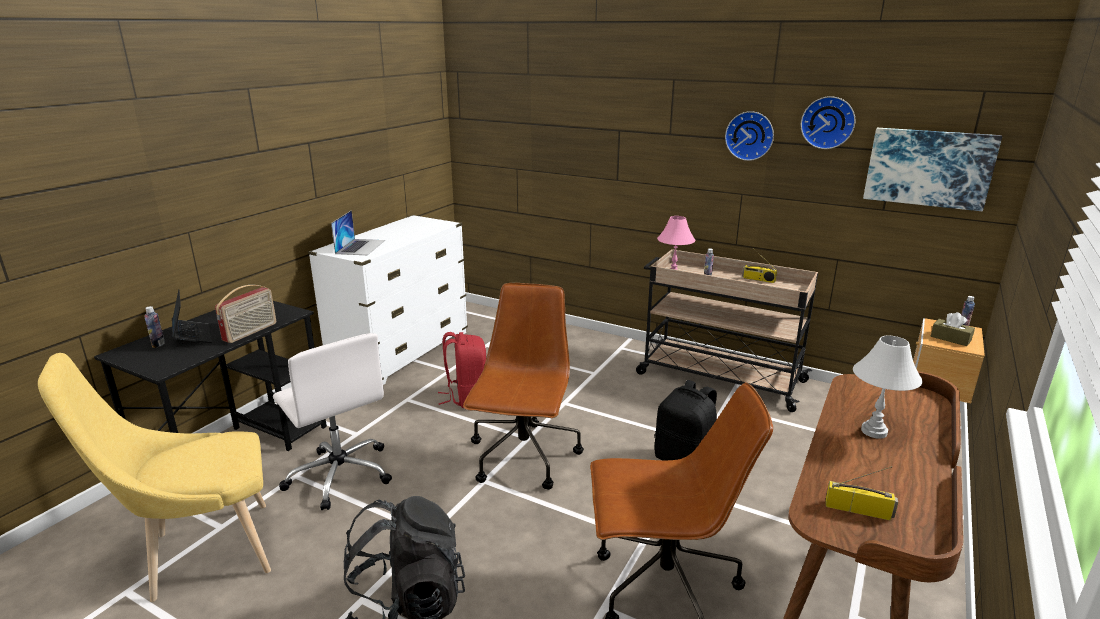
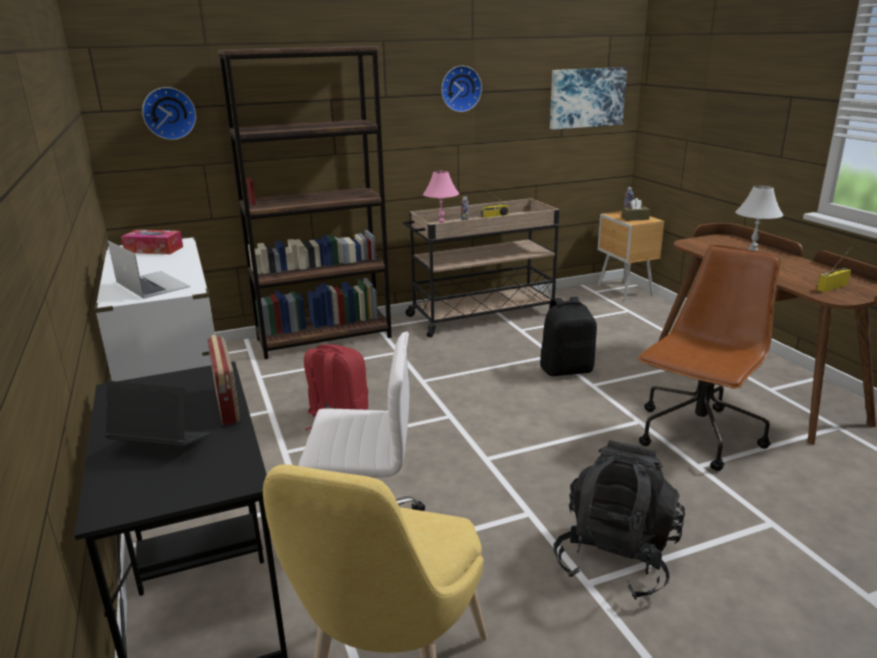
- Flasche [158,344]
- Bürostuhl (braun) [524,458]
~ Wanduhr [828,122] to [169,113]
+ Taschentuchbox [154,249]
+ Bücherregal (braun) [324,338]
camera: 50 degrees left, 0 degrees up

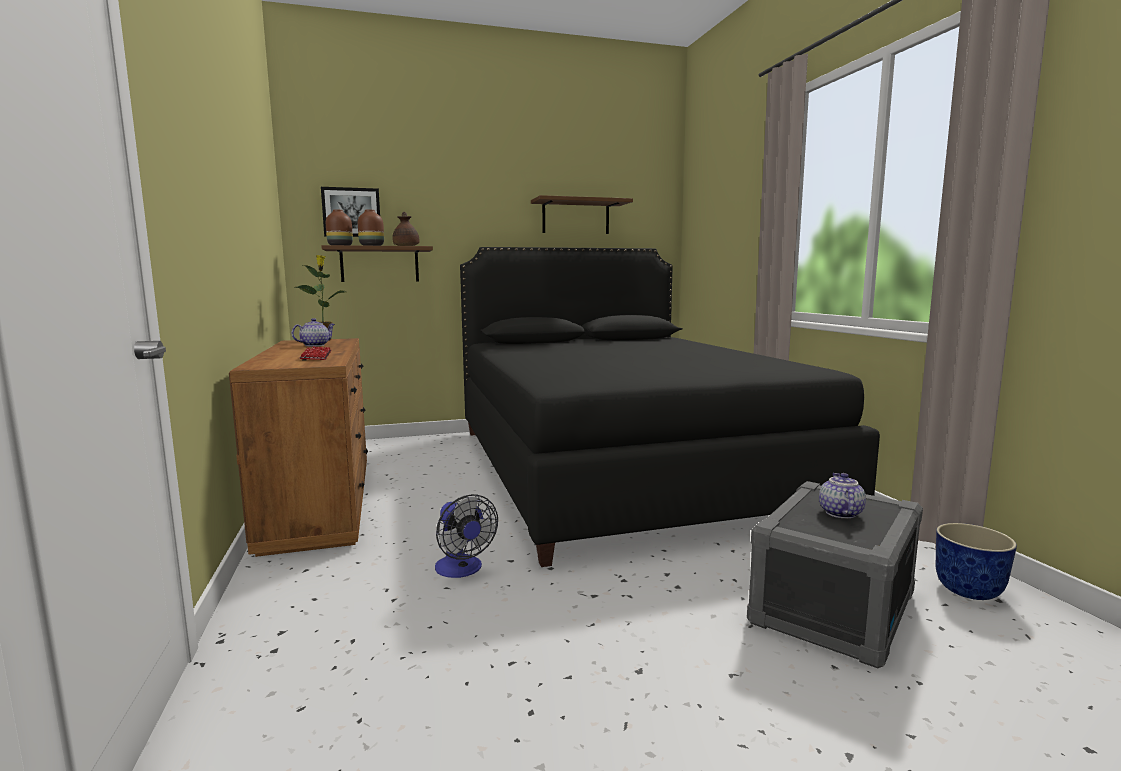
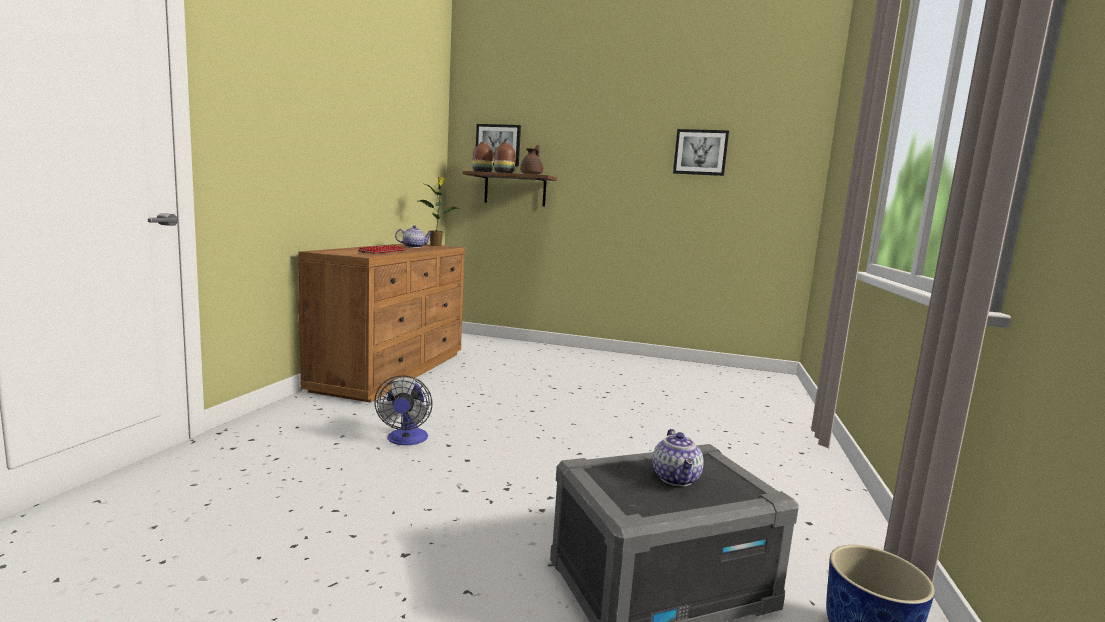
- Bett (schwarz) [621,468]
~ Wandregal (braun) [576,217] to Bild [700,152]
~ Teekanne [839,513] = [677,479] 135 degrees clockwise
camera: 30 degrees right, 0 degrees up

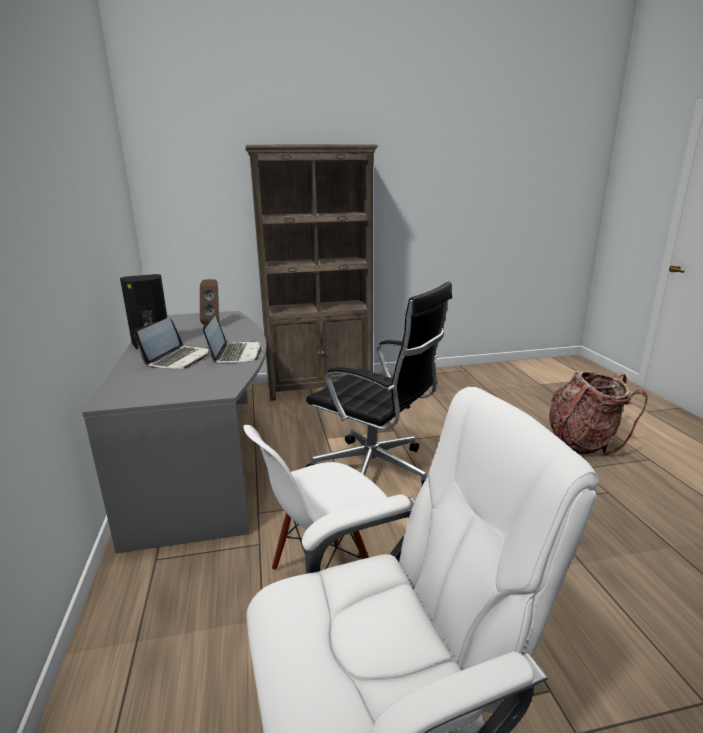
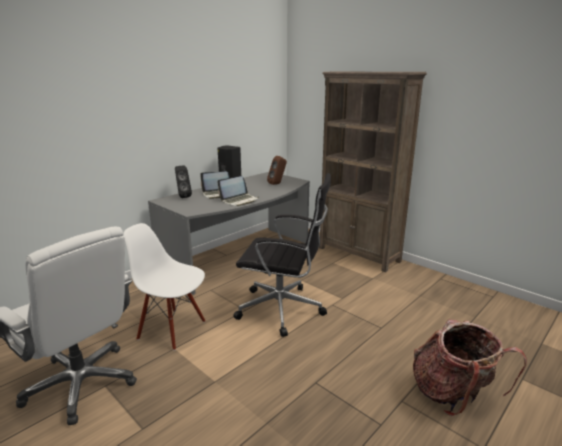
~ Bürostuhl (schwarz) [376,473] = [283,309] 75 degrees counterclockwise
+ Lautsprecher (schwarz) [183,196]
camera: 55 degrees right, 0 degrees up

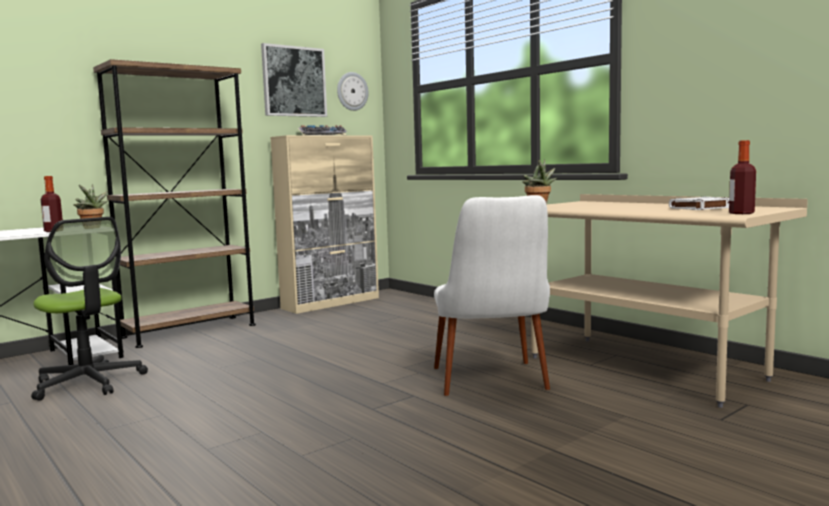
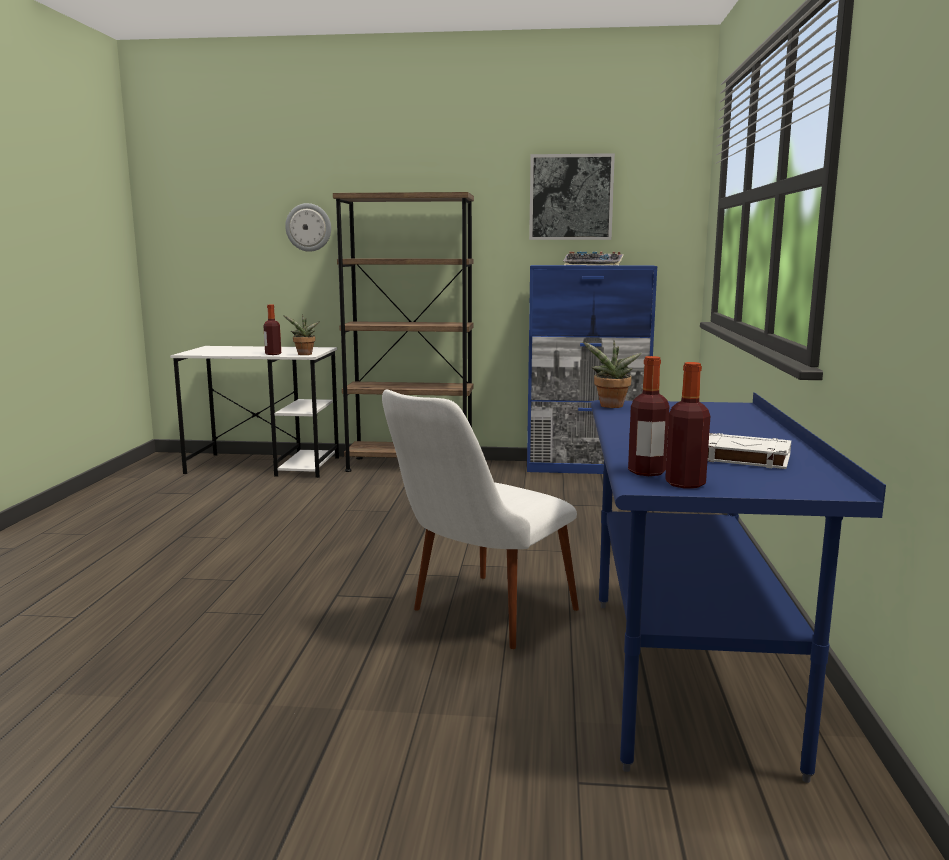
- Bürostuhl [88,383]
~ Schrank (beige) [331,303] to Schrank (blau) [586,468]
~ Wanduhr [352,91] to [308,227]
~ Schreibtisch (beige) [643,368] to Schreibtisch (blau) [686,677]
+ Flasche [646,472]
camera: 45 degrees right, 5 degrees up

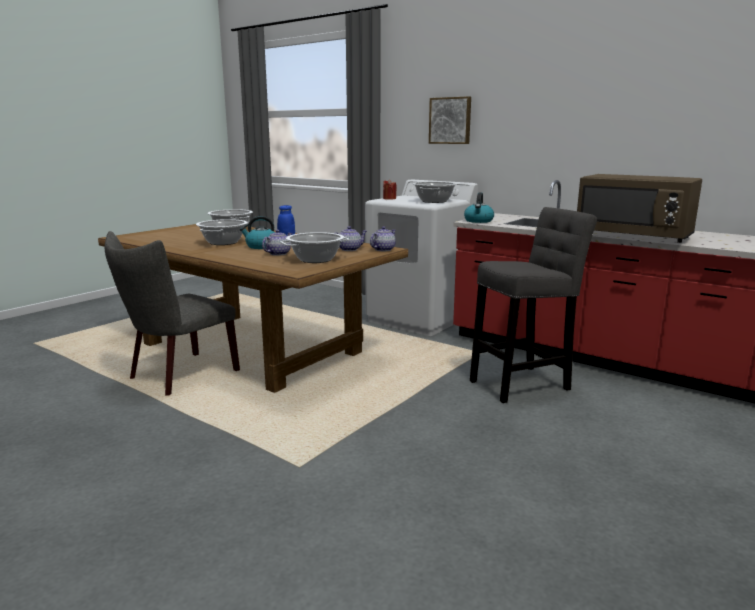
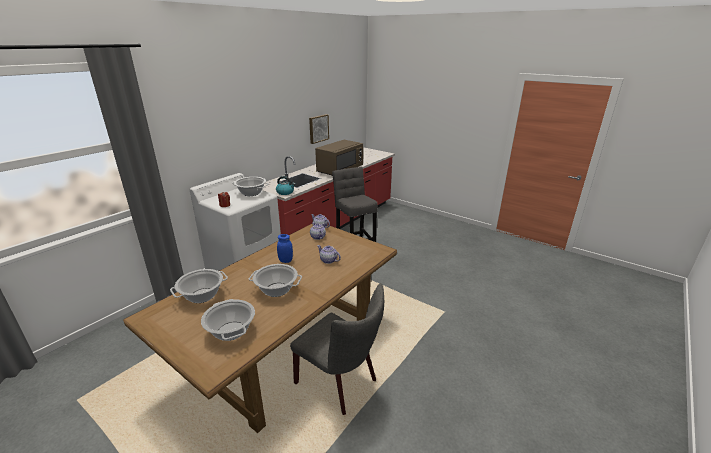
- Wasserkessel [261,246]
~ Kochtopf [315,260] to [231,331]
~ Bild [450,120] to [318,128]
camera: 90 degrees left, 10 degrees up

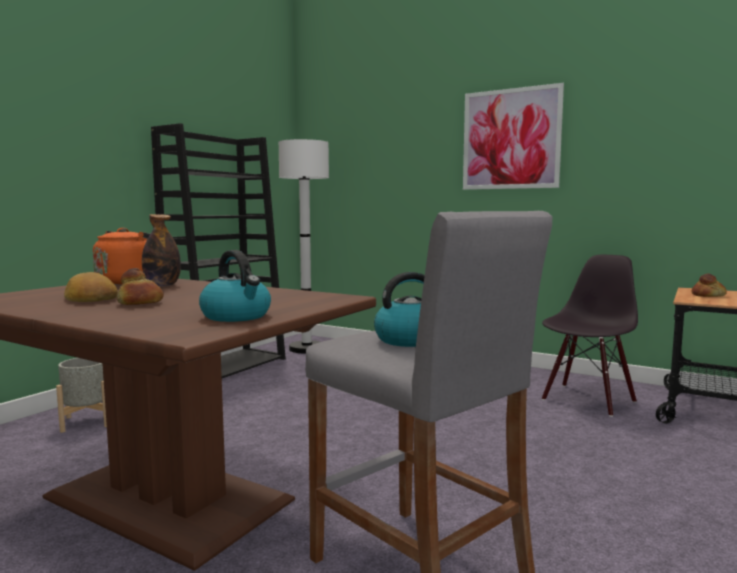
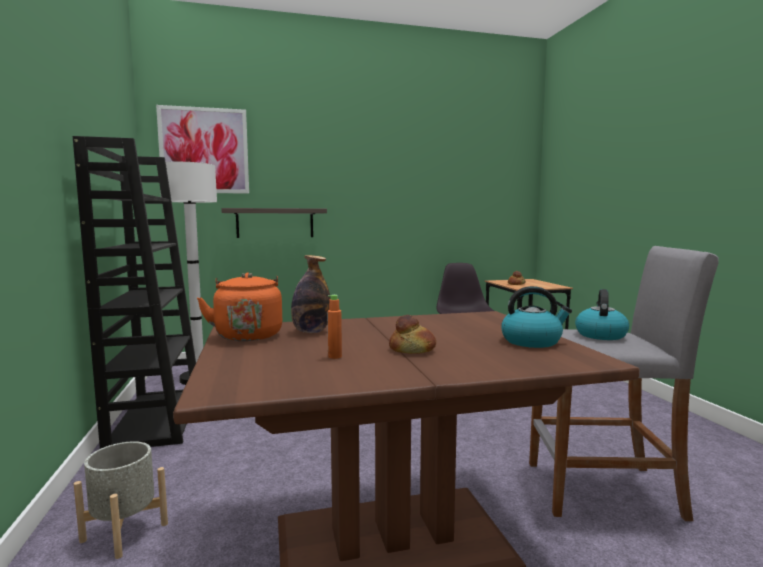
~ Brot [90,297] to Flasche (orange) [335,356]
~ Bild [511,139] to [204,150]
+ Wandregal [275,223]
camera: 45 degrees left, 0 degrees up

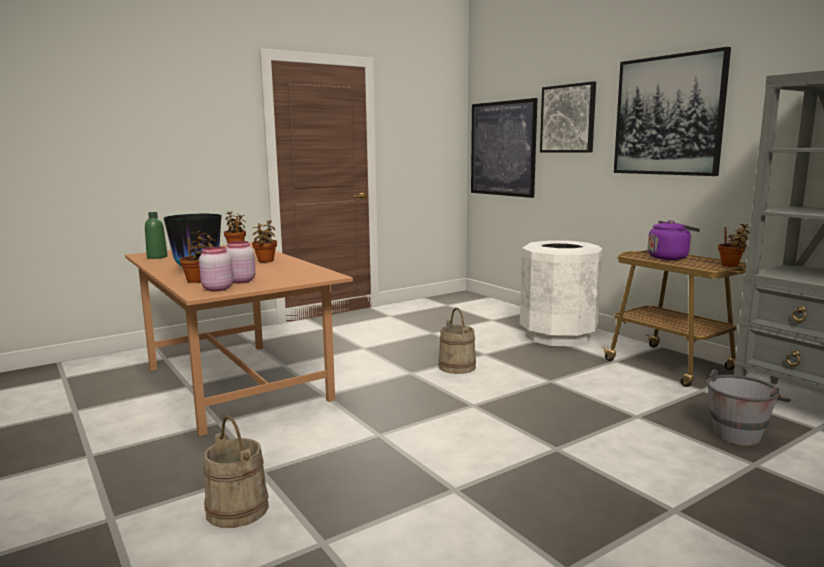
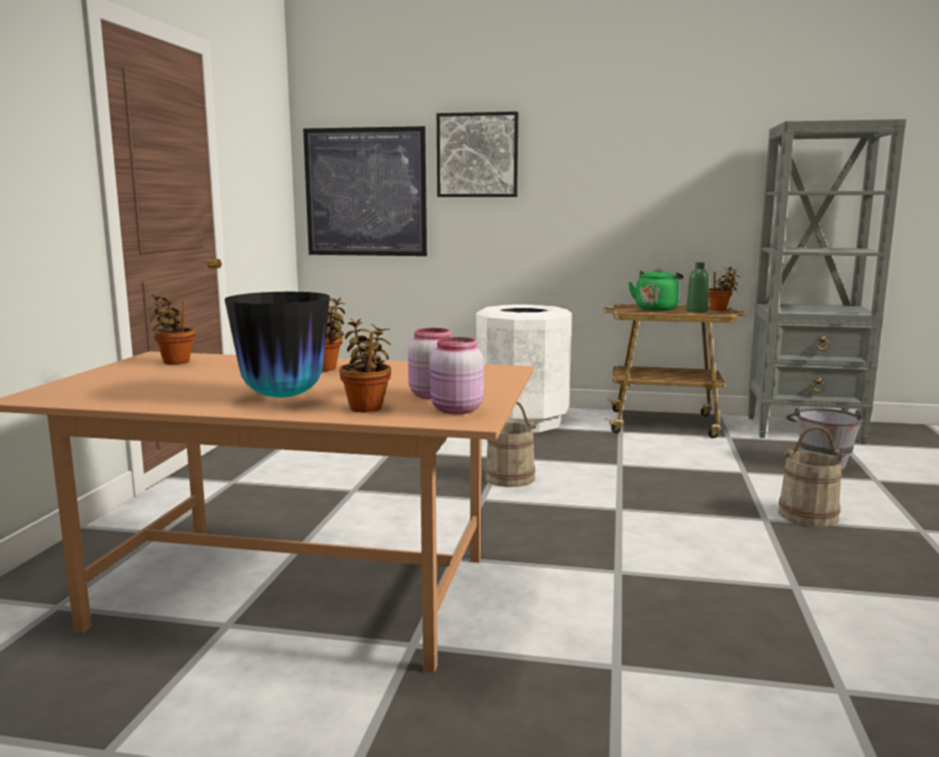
~ Flasche (grün) [157,257] to [697,311]
~ Eimer (beige) [236,509] to [808,515]
- Bild [668,116]
~ Wasserkessel (lila) [669,257] to Wasserkessel (grün) [656,309]
camera: 45 degrees left, 0 degrees up

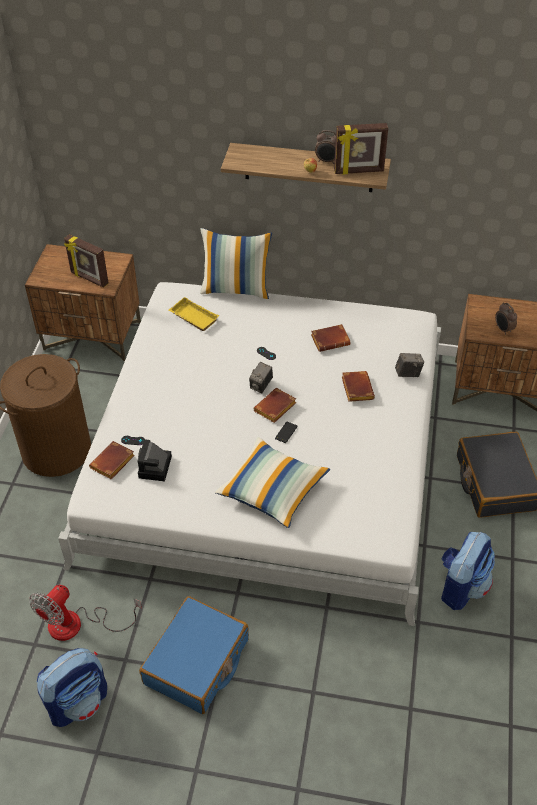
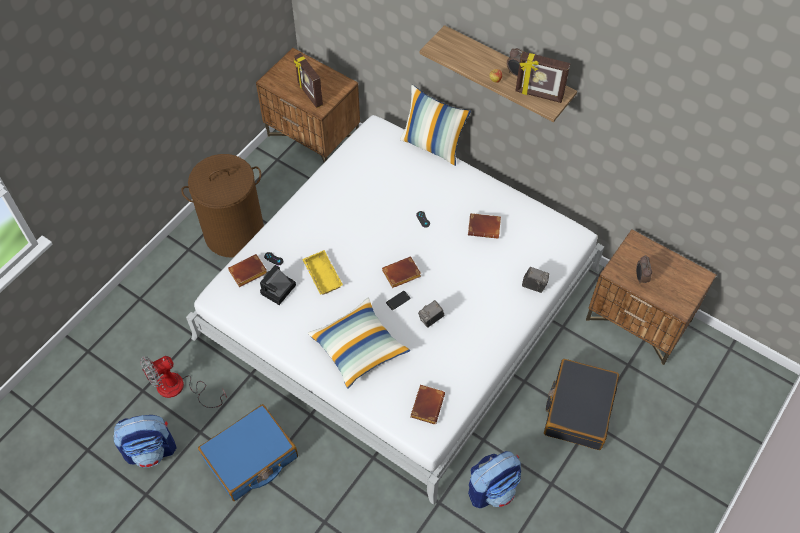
~ Tablett (gelb) [192,318] to [321,275]
~ Kamera [261,386] to [431,319]
~ Buch (braun) [356,388] to [426,404]
camera: 25 degrees right, 10 degrees up

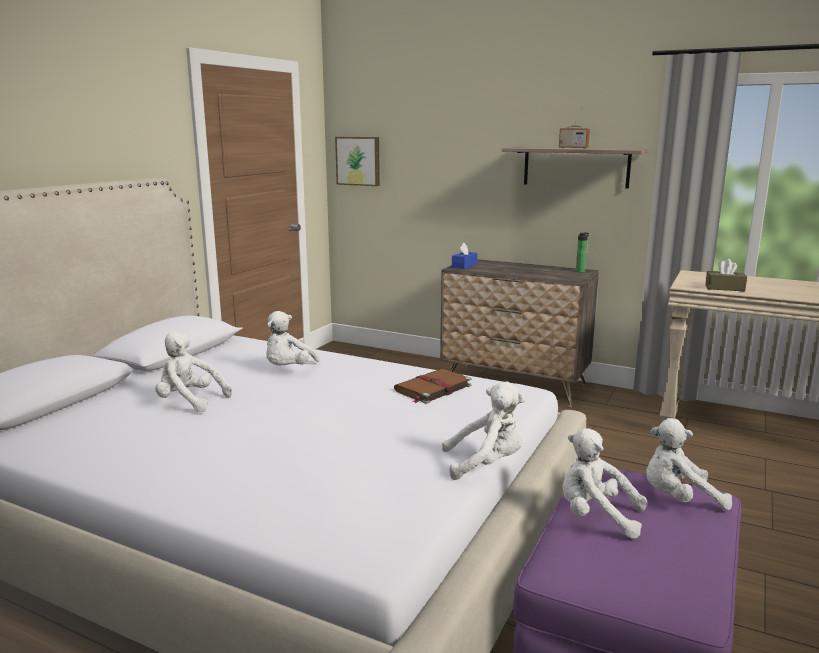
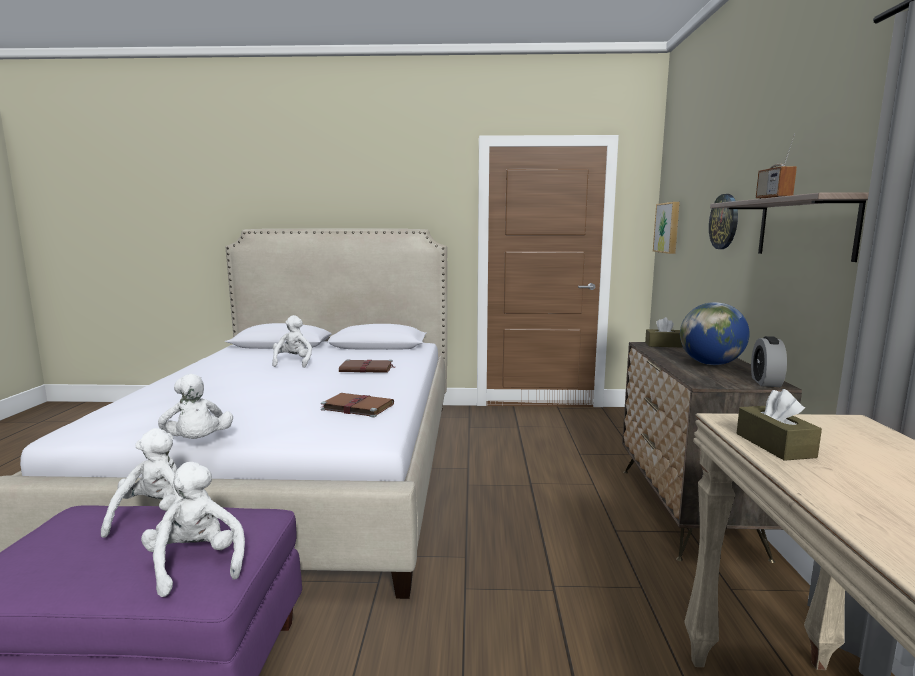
~ Plüschtier (weiß) [288,369] to Buch (braun) [367,369]
~ Taschentuchbox (blau) [464,266] to Taschentuchbox (braun) [663,345]
~ Flasche [581,271] to Wecker [765,382]
+ Globus [710,364]
+ Wanduhr [724,221]
camera: 65 degrees right, 5 degrees down

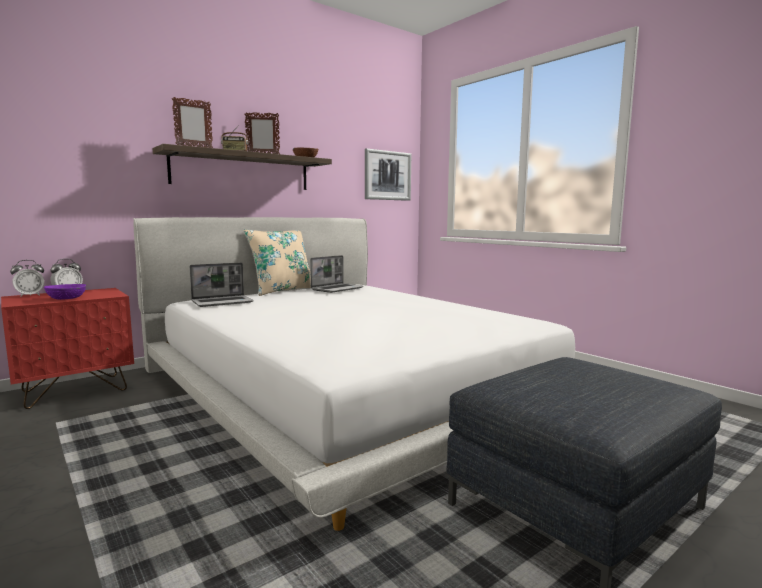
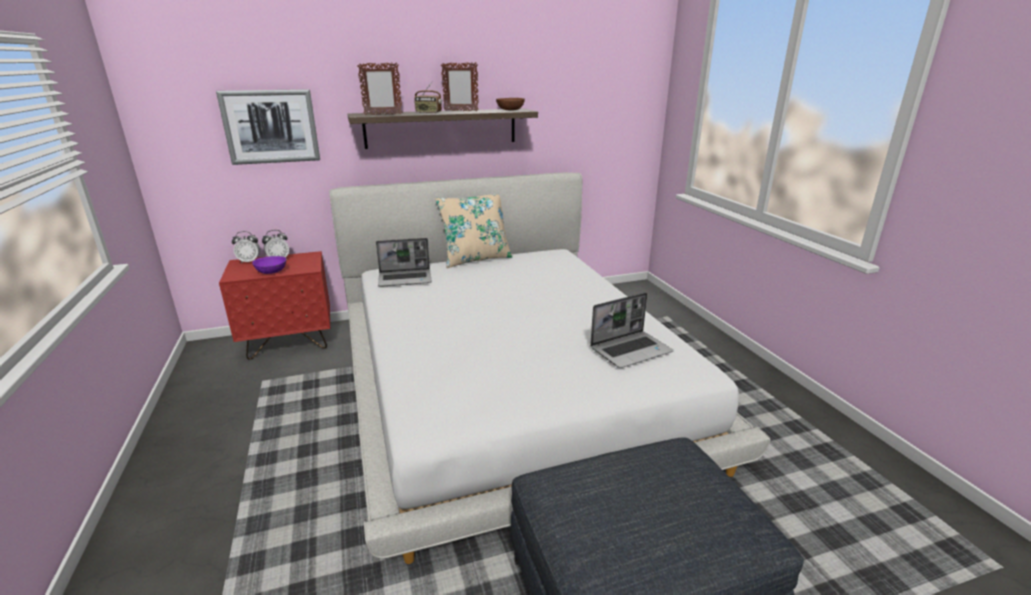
~ Laptop [337,289] to [631,350]
~ Bild [387,175] to [271,126]
camera: 20 degrees right, 15 degrees up

